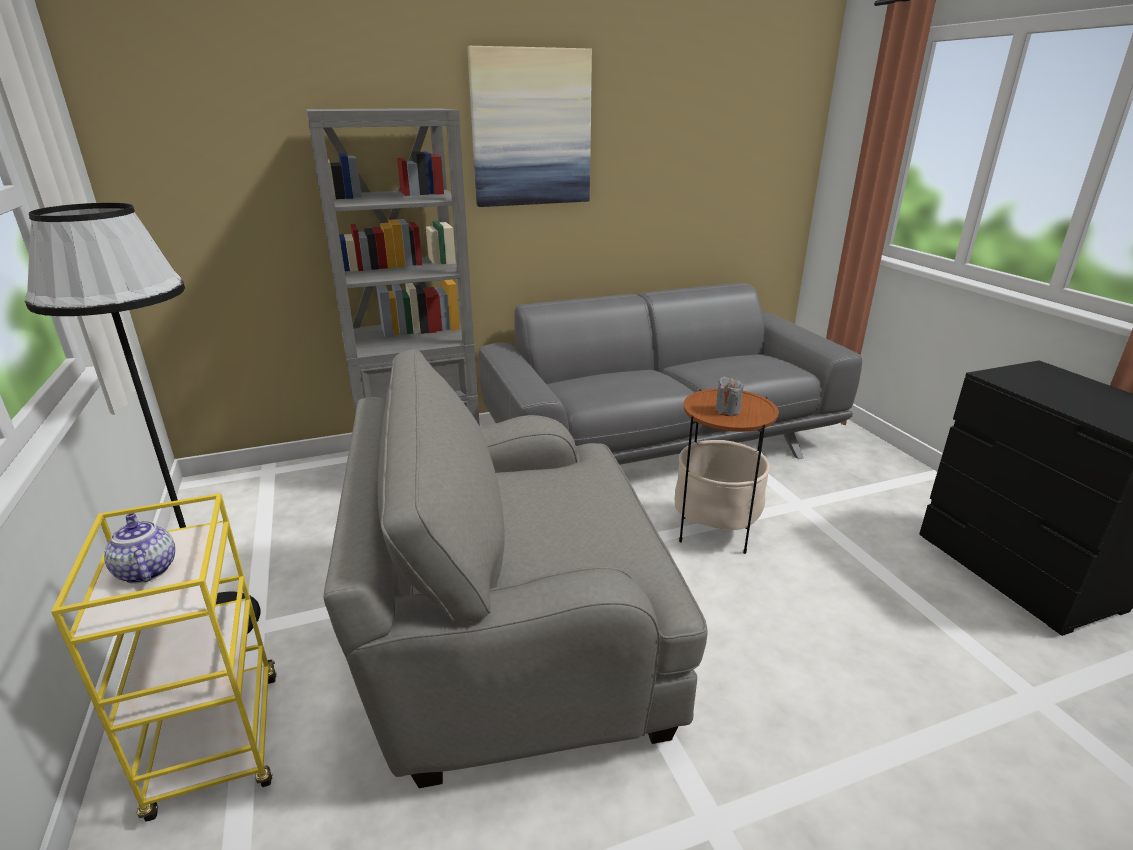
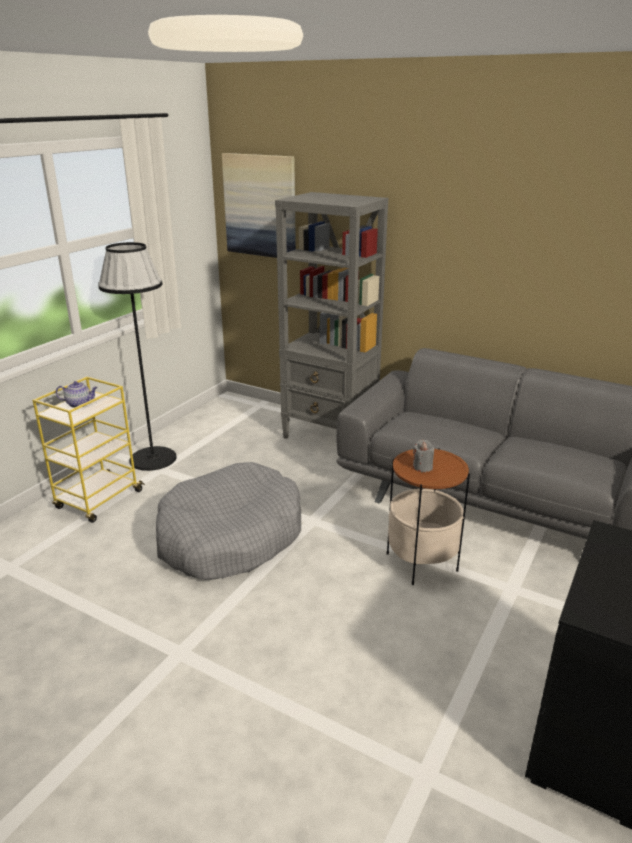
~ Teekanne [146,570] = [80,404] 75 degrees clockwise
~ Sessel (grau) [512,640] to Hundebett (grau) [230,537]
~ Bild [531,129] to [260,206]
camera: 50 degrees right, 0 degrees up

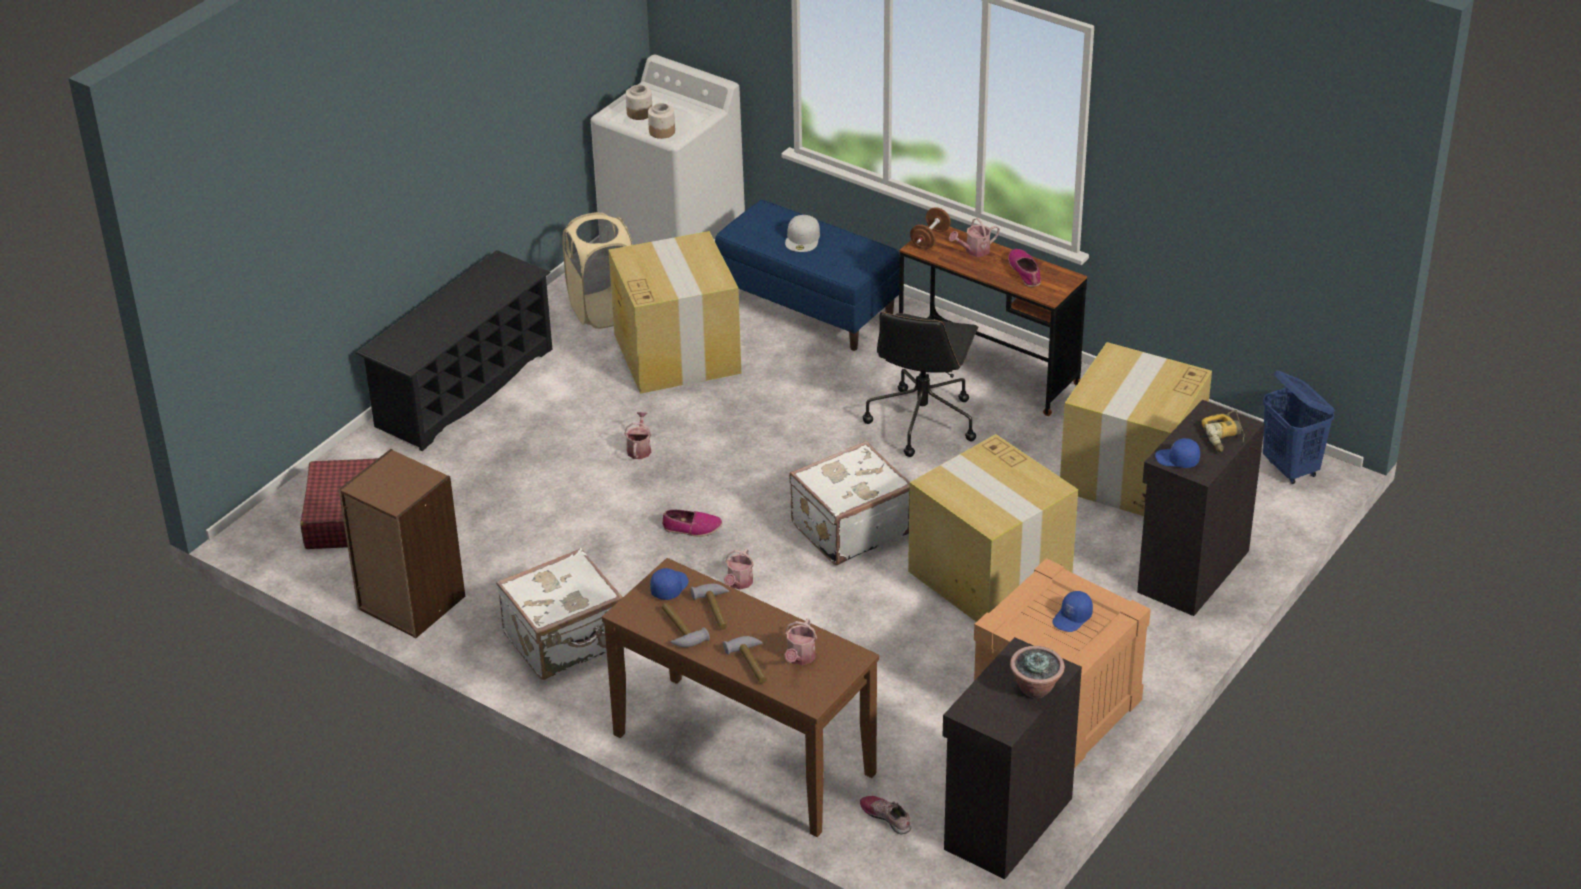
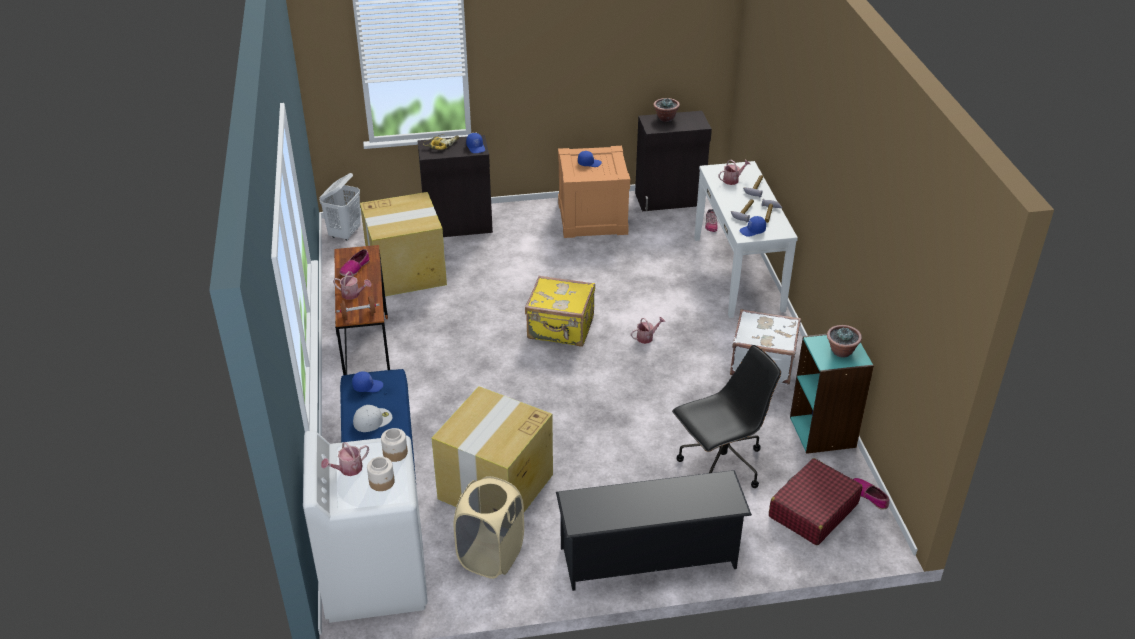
~ Bücherregal (braun) [410,603] to Bücherregal (türkis) [823,432]
~ Konsolentisch (braun) [743,754] to Konsolentisch (weiß) [738,273]
~ Gießkanne [639,449] to [348,469]
~ Schuh [692,528] to [869,496]
~ Koffer (weiß) [849,528] to Koffer (gelb) [561,329]
~ Bürostuhl (schwarz) [922,420] to [720,465]
- Karton [991,576]
~ Wäschekorb (blau) [1291,468] to Wäschekorb (weiß) [345,233]
+ Kappe (blau) [368,386]
+ Topfpflanze [841,352]
camera: 135 degrees left, 0 degrees up

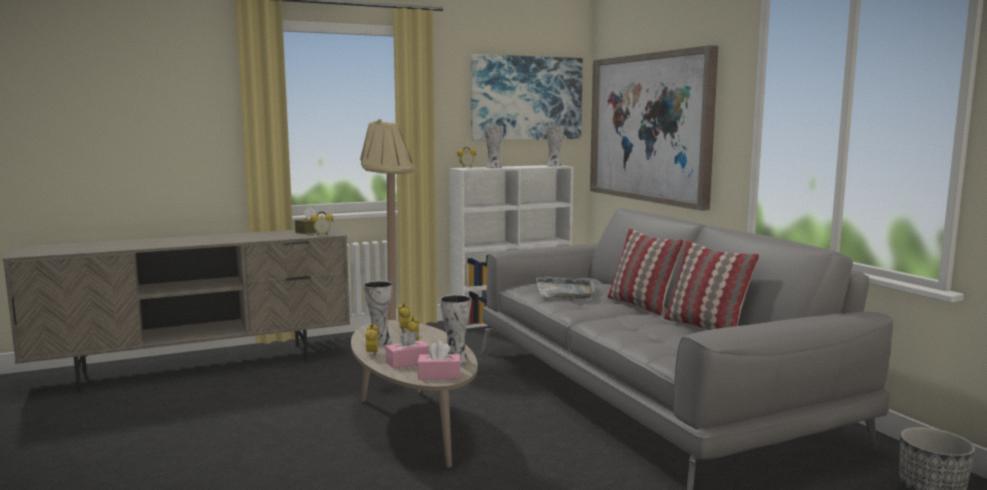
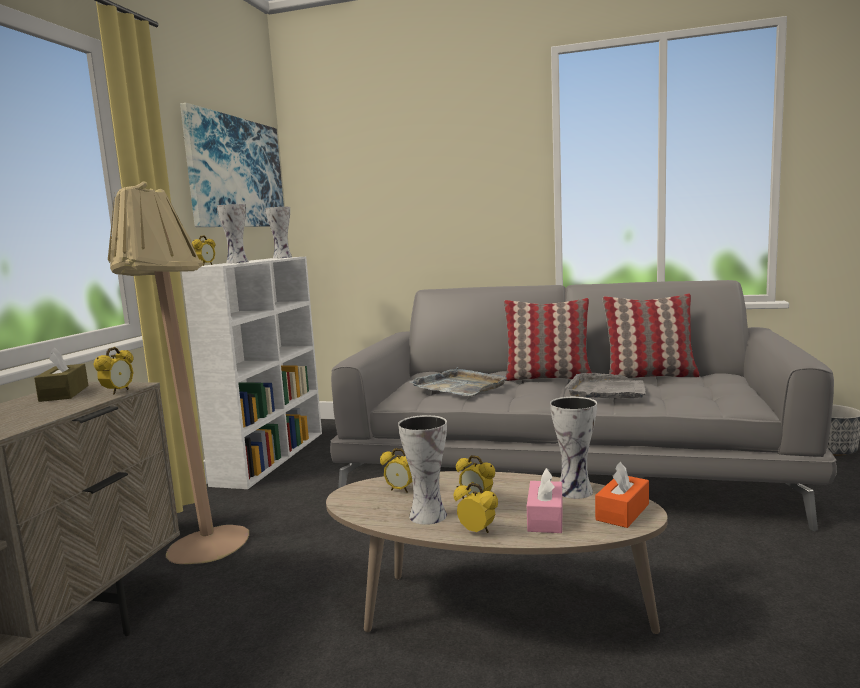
~ Taschentuchbox (rosa) [439,375] to Taschentuchbox (orange) [622,512]
- Bild [649,127]
+ Tablett (grau) [607,390]
camera: 50 degrees left, 0 degrees up

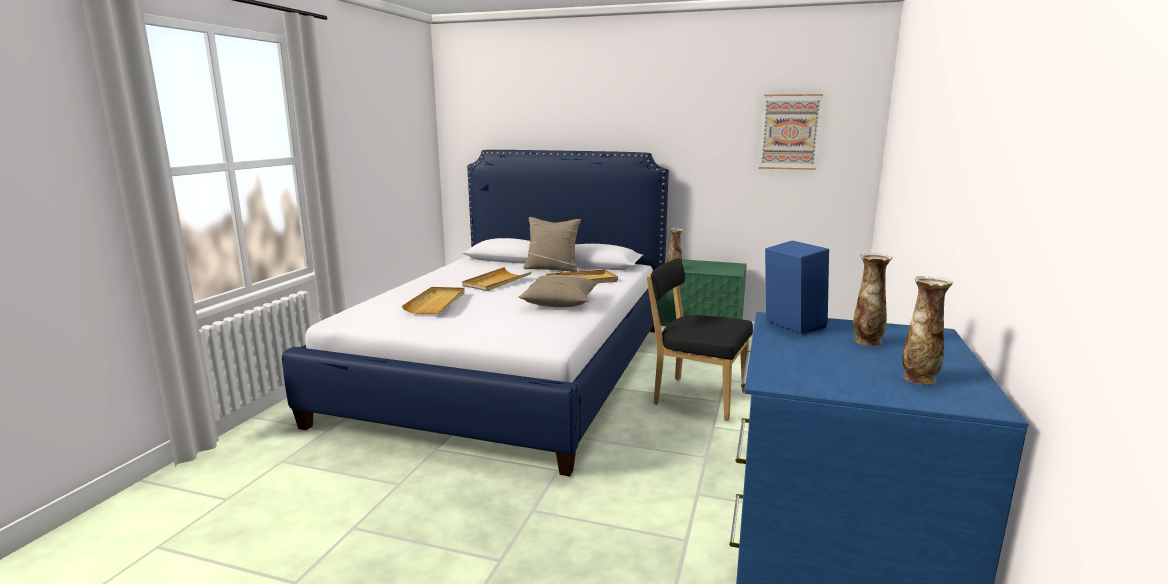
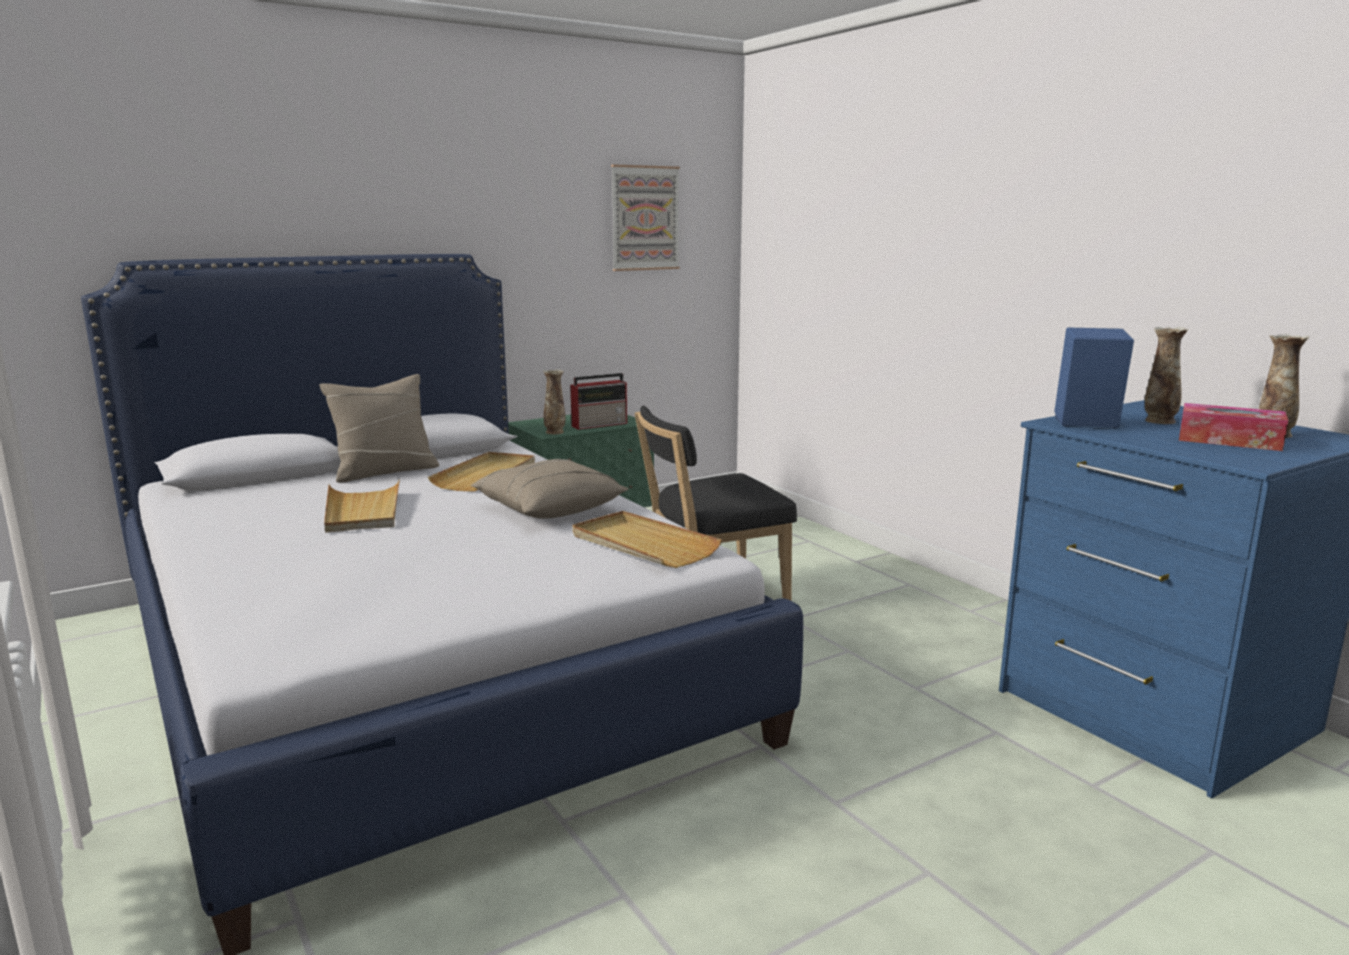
~ Tablett (beige) [436,302] to [642,544]
+ Radio [600,424]
+ Taschentuchbox [1229,441]
camera: 50 degrees left, 0 degrees up

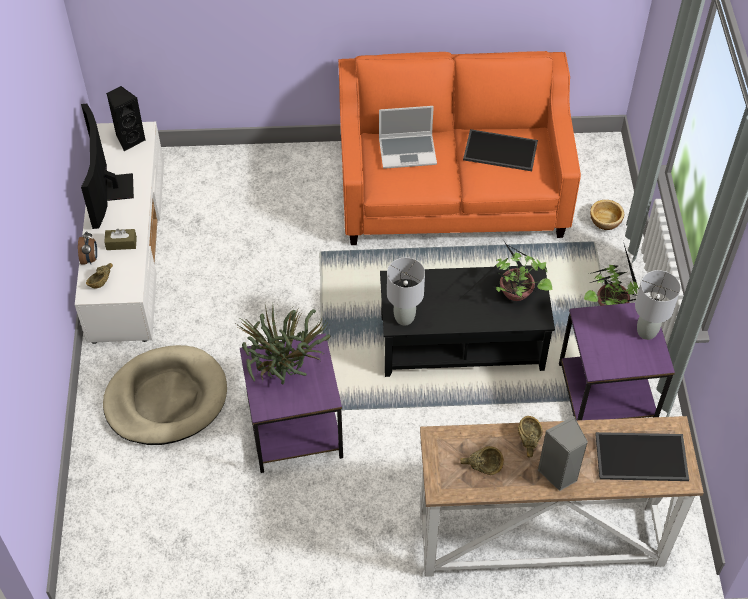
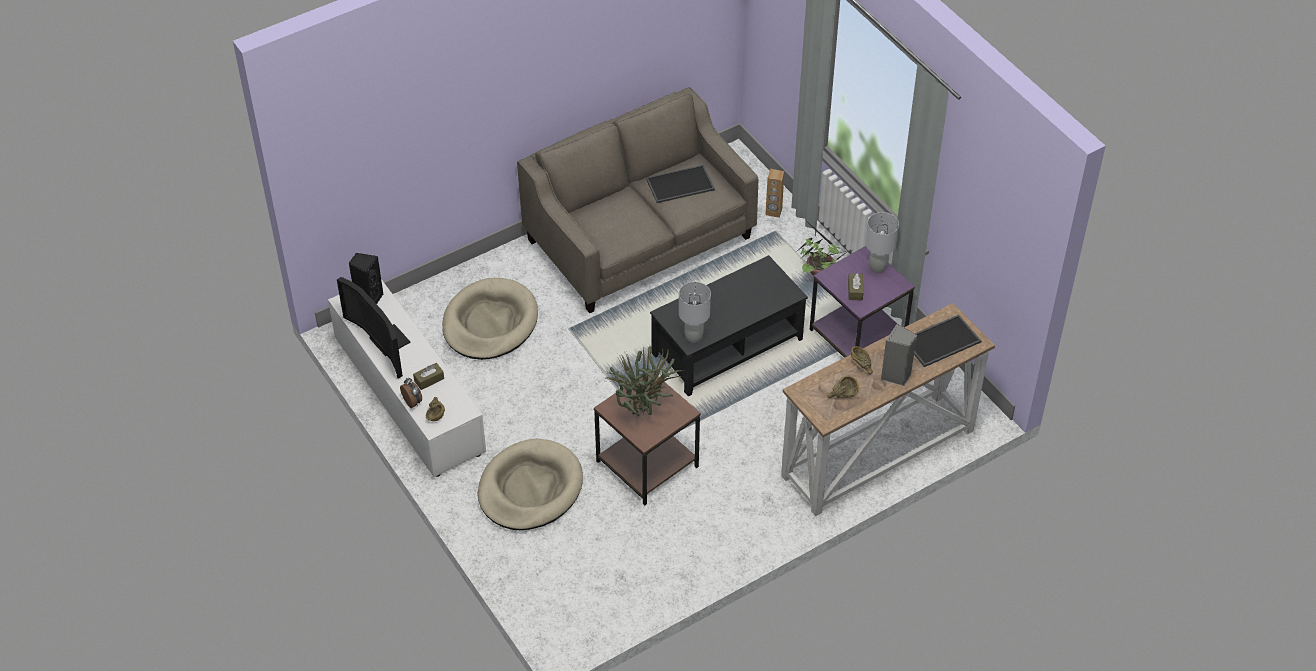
~ Beistelltisch (lila) [296,430] to Beistelltisch (braun) [649,464]
~ Sofa (orange) [452,191] to Sofa (beige) [640,239]
- Laptop [408,151]
- Topfpflanze [513,295]
~ Schüssel [606,221] to Lautsprecher (braun) [773,212]
+ Hundebett (beige) [490,323]
+ Taschentuchbox (braun) [855,290]
camera: 30 degrees left, 5 degrees down

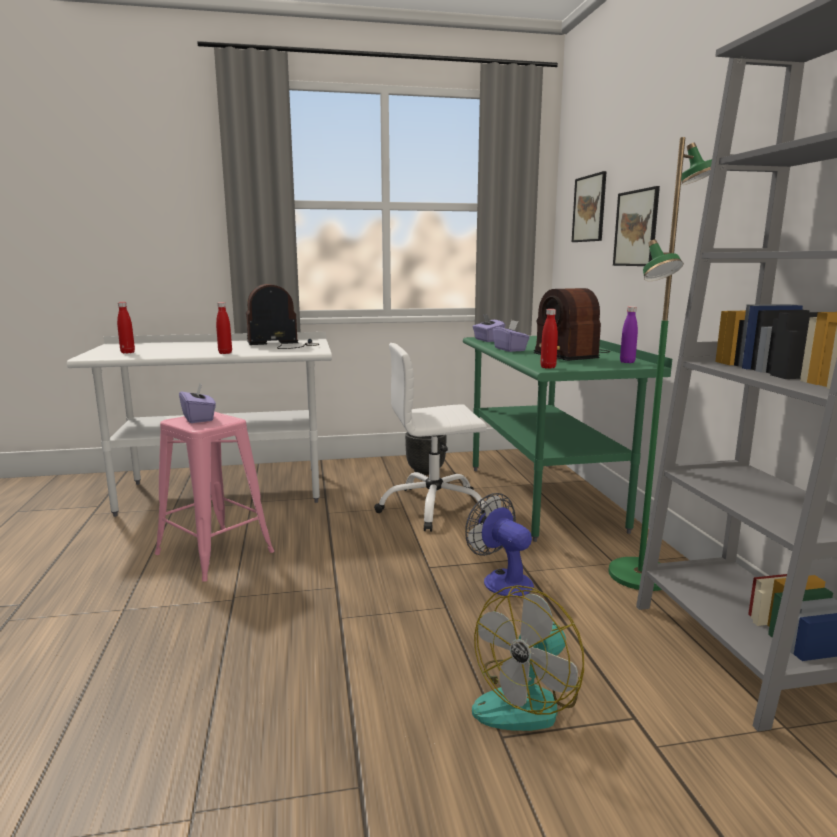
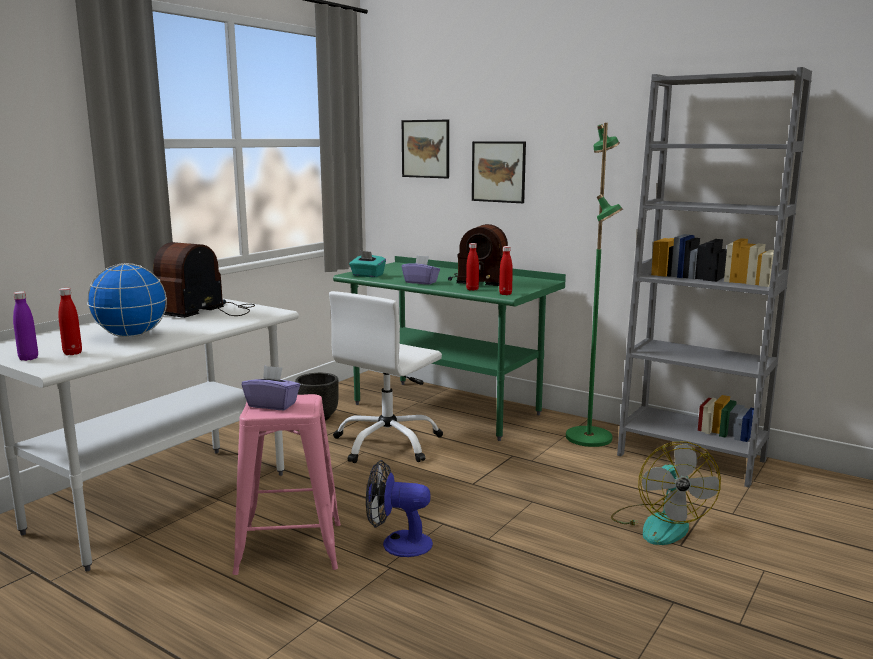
~ Flasche (rot) [225,353] to [472,289]
~ Ventilator [501,580] to [398,543]
~ Taschentuchbox (lila) [488,340] to Taschentuchbox (türkis) [367,275]
~ Flasche (lila) [627,362] to [28,358]
+ Globus [131,336]
camera: 45 degrees left, 0 degrees up

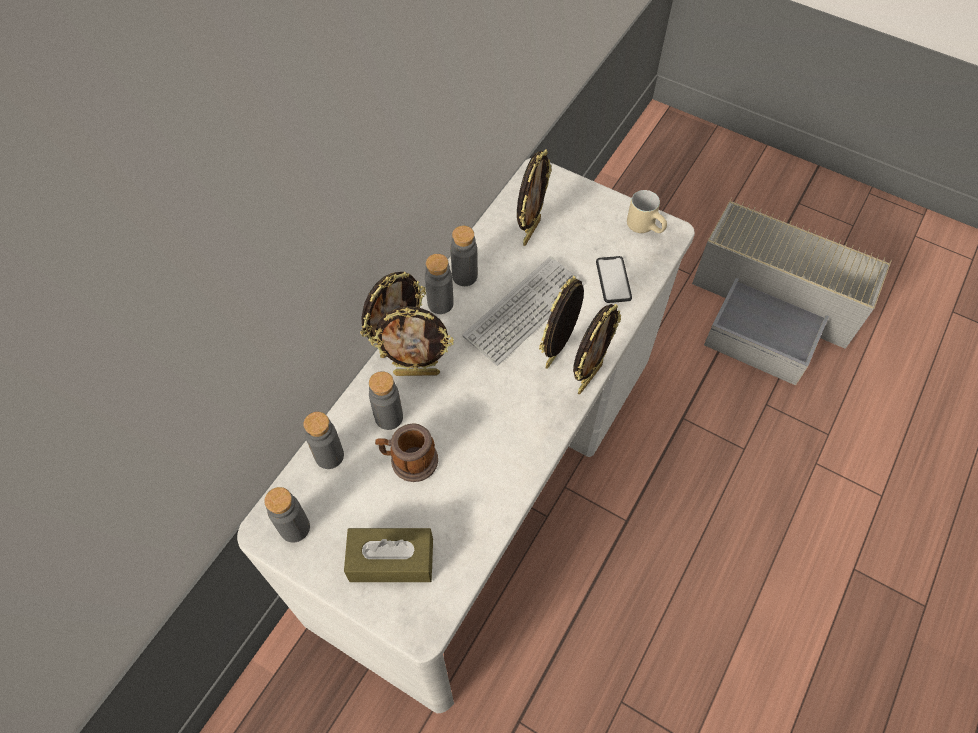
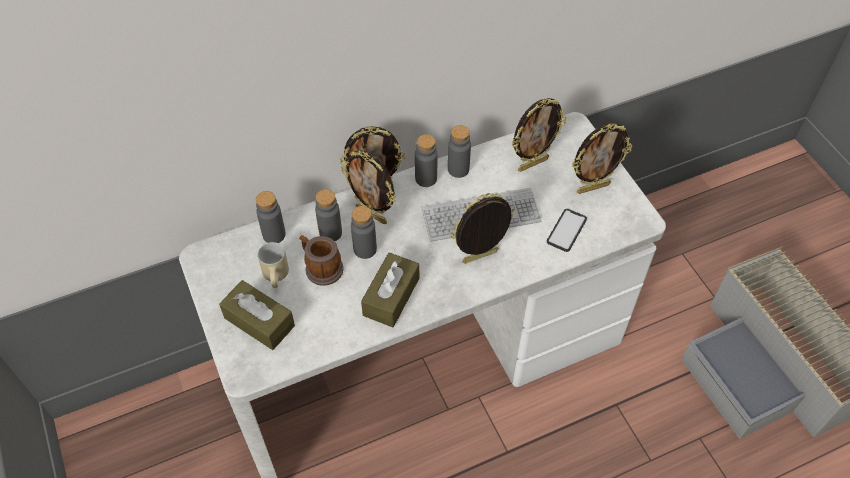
~ Flasche (grau) [294,528] to [365,249]
~ Bilderrahmen [588,377] to [592,187]
~ Henkelbecher (beige) [646,227] to [278,277]
+ Taschentuchbox (braun) [391,296]
camera: 35 degrees right, 5 degrees down

